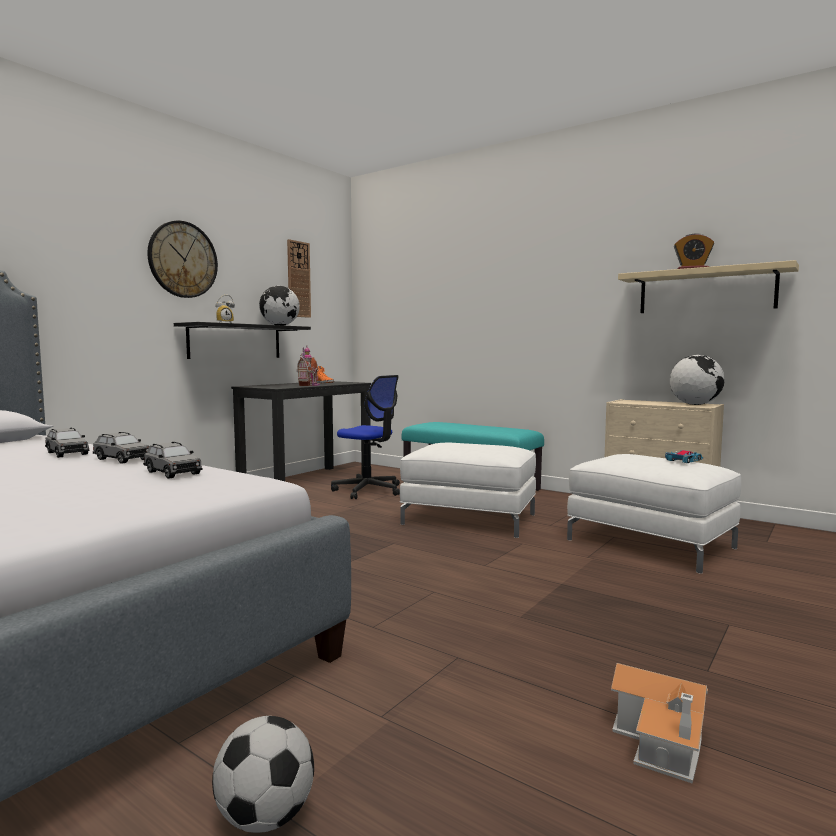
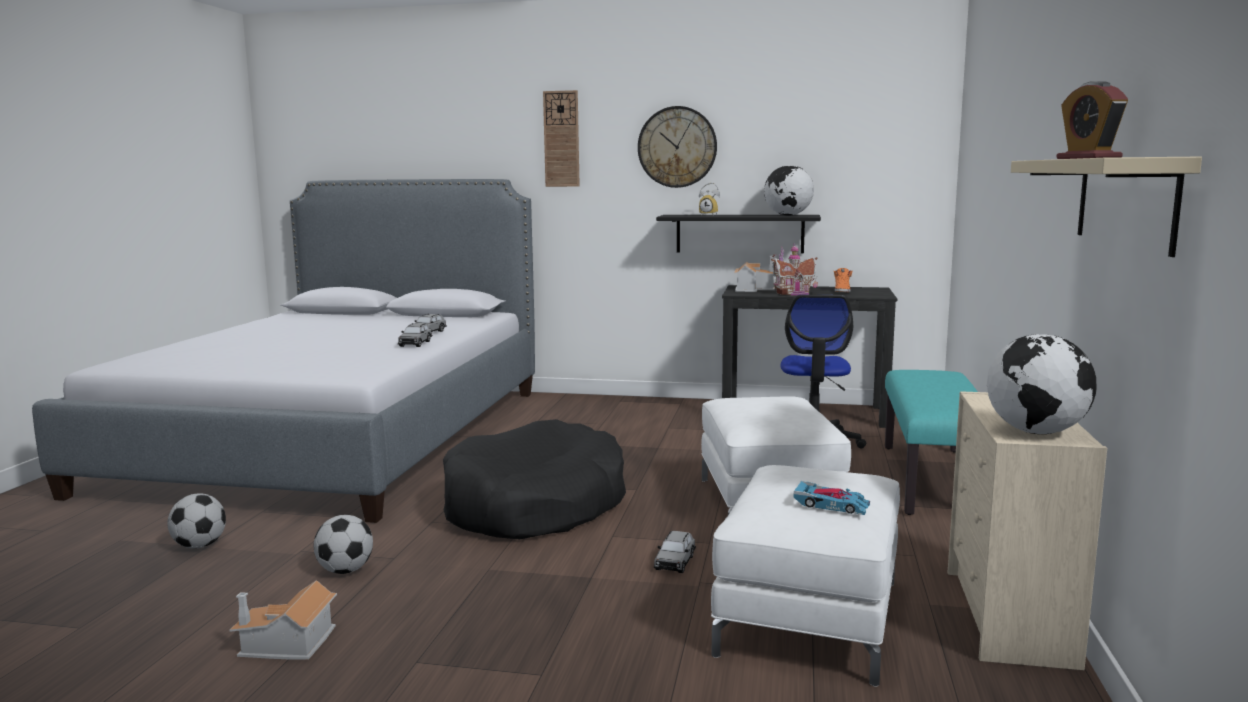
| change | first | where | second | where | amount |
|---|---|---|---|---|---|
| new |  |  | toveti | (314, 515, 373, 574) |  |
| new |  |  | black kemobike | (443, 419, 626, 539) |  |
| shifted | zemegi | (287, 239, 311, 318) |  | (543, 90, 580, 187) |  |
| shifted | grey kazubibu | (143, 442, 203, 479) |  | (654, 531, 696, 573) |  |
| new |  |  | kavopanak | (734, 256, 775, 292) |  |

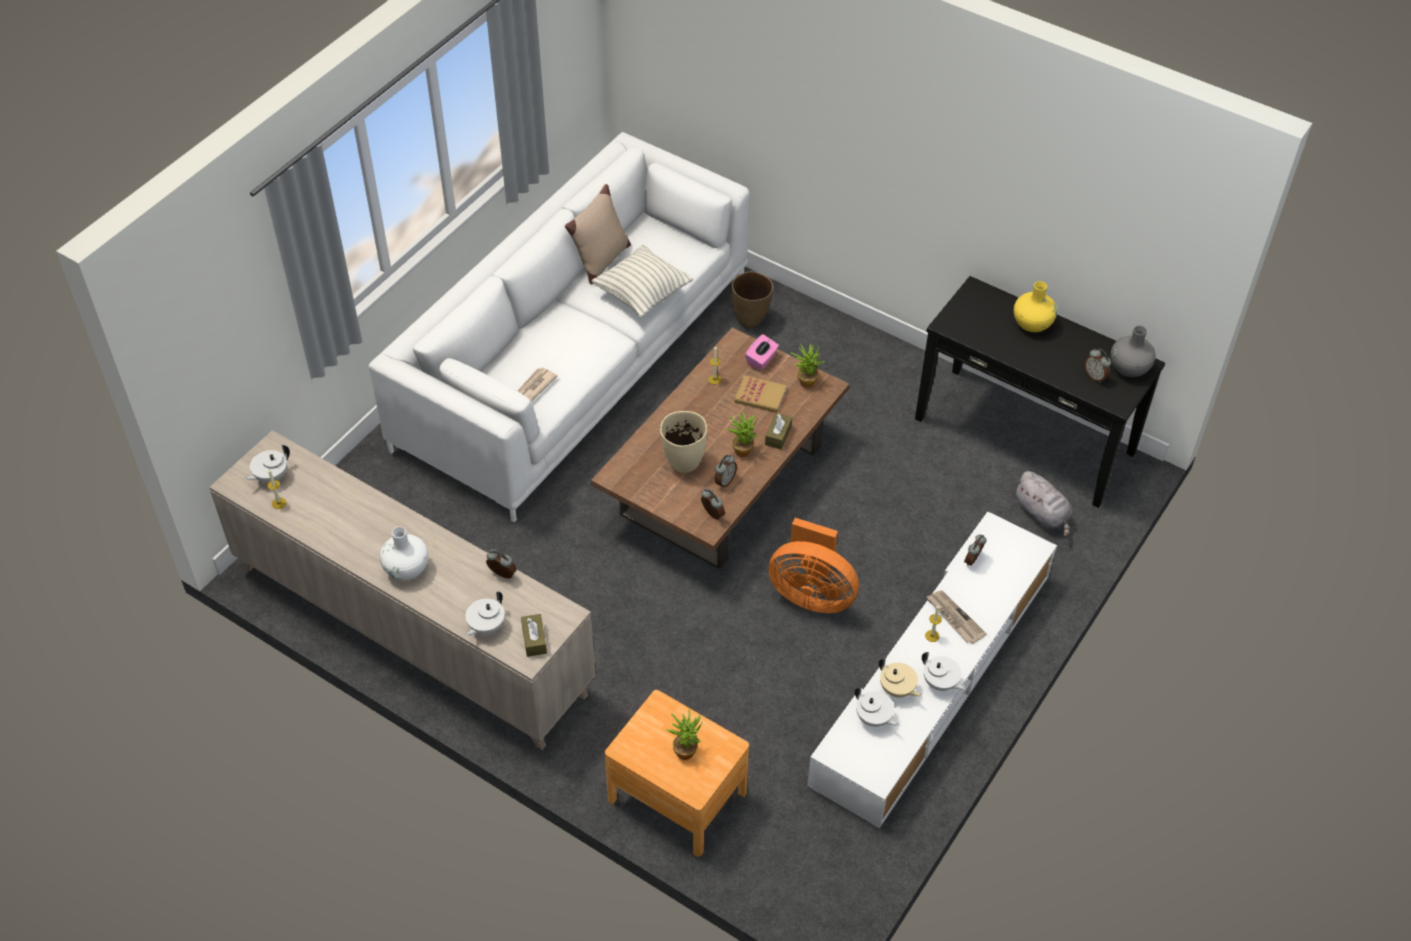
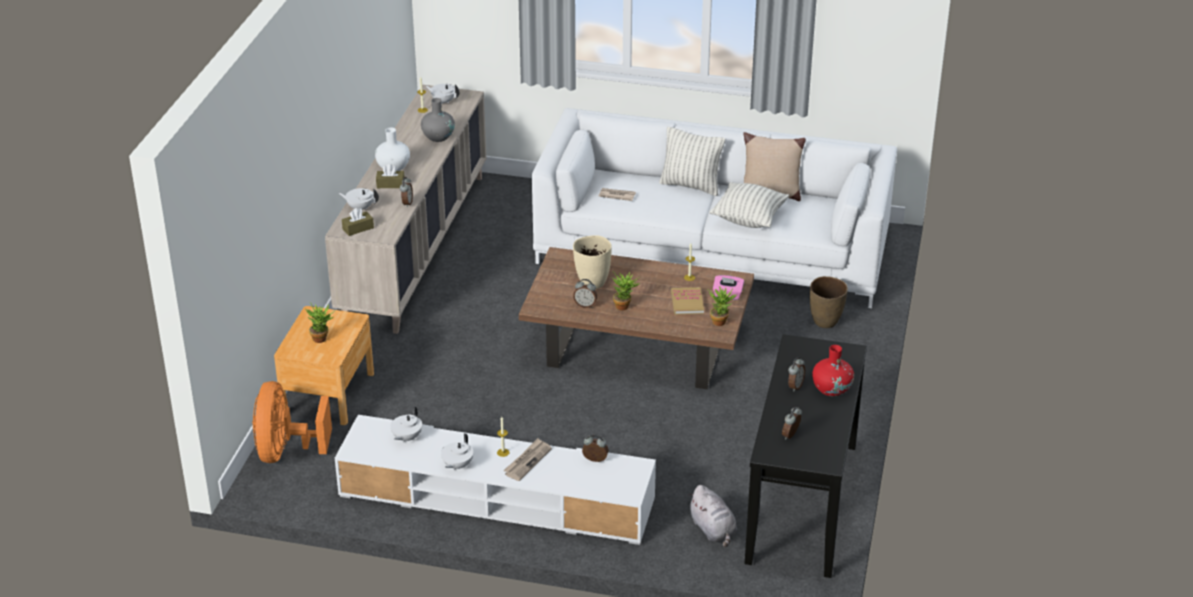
| change | first | where | second | where | amount |
|---|---|---|---|---|---|
| shifted | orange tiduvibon | (768, 518, 859, 613) |  | (252, 381, 332, 463) |  |
| shifted | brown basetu | (765, 413, 792, 450) |  | (376, 164, 405, 188) |  |
| shifted | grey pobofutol | (1111, 326, 1156, 377) |  | (421, 98, 455, 142) |  |
| new |  |  | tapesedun | (659, 127, 725, 196) |  |
| rotated | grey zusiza | (1015, 471, 1072, 537) |  | (688, 485, 737, 547) | 60 degrees counterclockwise |
| shifted | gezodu | (701, 489, 725, 520) |  | (788, 357, 805, 392) |  |
| repainted | yellow pobofutol | (1014, 281, 1057, 332) | red pobofutol | (812, 345, 854, 397) |  |
| gone | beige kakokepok | (879, 658, 922, 697) |  |  |  |

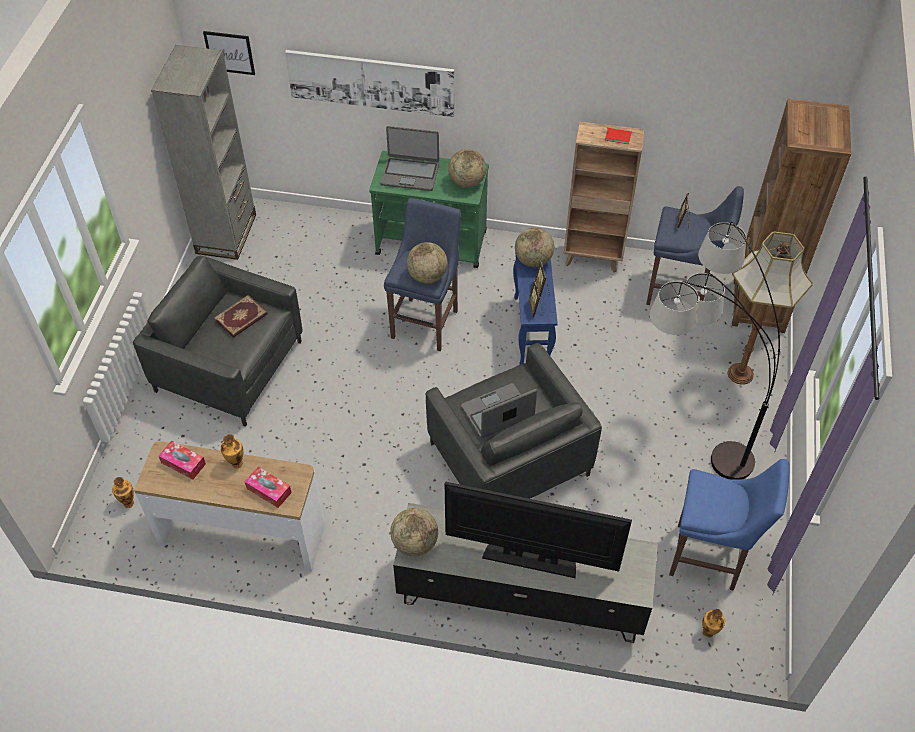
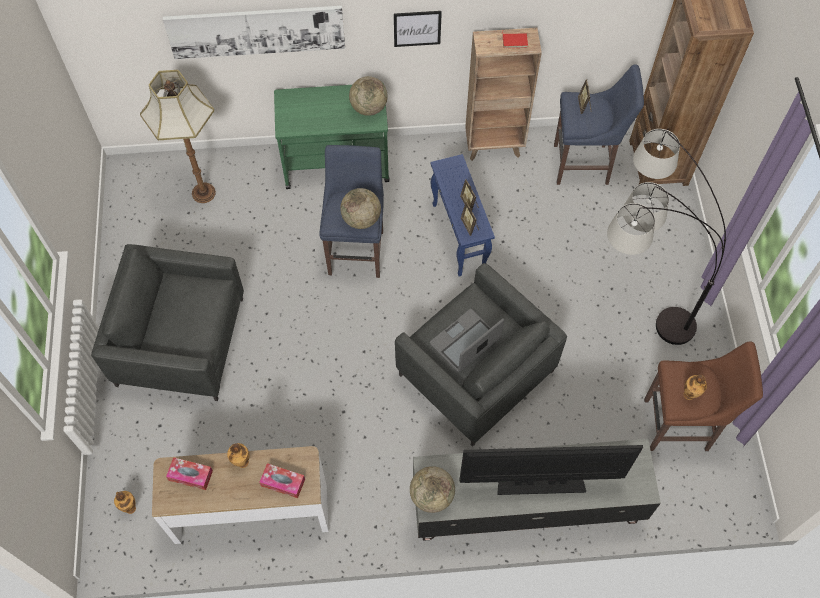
| change | first | where | second | where | amount |
|---|---|---|---|---|---|
| shifted | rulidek | (728, 232, 813, 385) |  | (140, 70, 216, 203) |  |
| shifted | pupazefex | (203, 31, 255, 75) |  | (394, 11, 442, 47) |  |
| repainted | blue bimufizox | (669, 459, 789, 591) | brown bimufizox | (644, 341, 763, 451) |  |
| shifted | pobofutol | (702, 609, 725, 637) |  | (683, 374, 707, 400) |  |
| gone | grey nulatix | (151, 45, 256, 260) |  |  |  |
| gone | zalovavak | (214, 295, 268, 338) |  |  |  |
| gone | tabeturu | (380, 126, 439, 191) |  |  |  |
| gone | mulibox | (515, 227, 554, 267) |  |  |  |

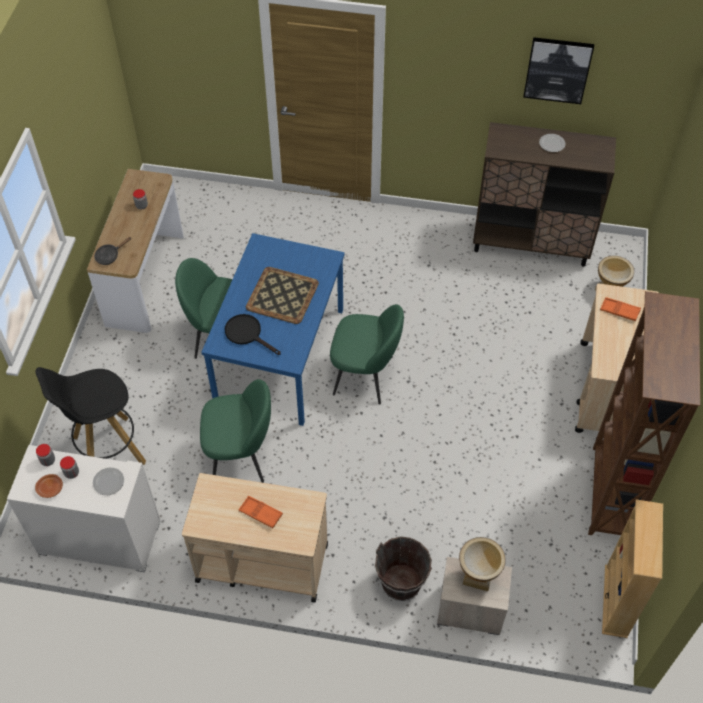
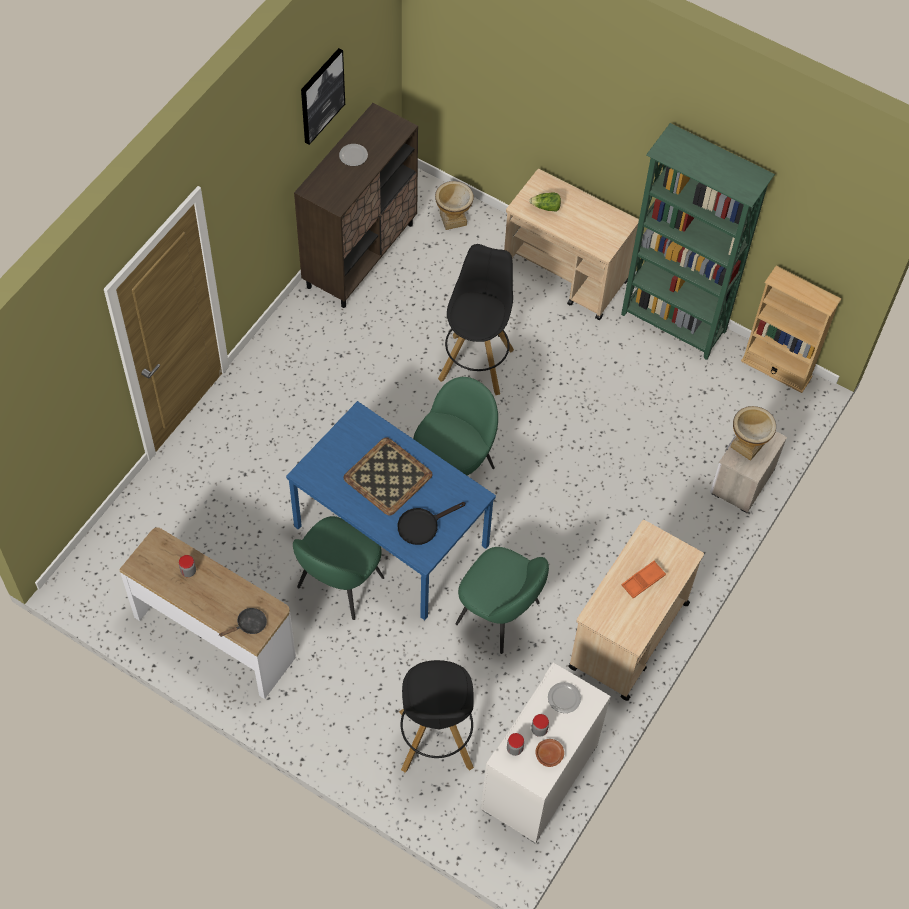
| change | first | where | second | where | amount |
|---|---|---|---|---|---|
| rotated | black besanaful | (94, 237, 131, 265) |  | (219, 608, 267, 637) | 105 degrees counterclockwise |
| new |  |  | black bimufizox | (438, 244, 514, 395) |  |
| rotated | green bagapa | (200, 379, 271, 483) |  | (455, 547, 549, 654) | 105 degrees clockwise |
| swapped | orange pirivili | (600, 297, 641, 321) | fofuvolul | (529, 193, 561, 212) |  |
| repainted | brown nulatix | (588, 291, 700, 535) | green nulatix | (621, 123, 775, 360) |  |
| gone | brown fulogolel | (375, 537, 432, 601) |  |  |  |

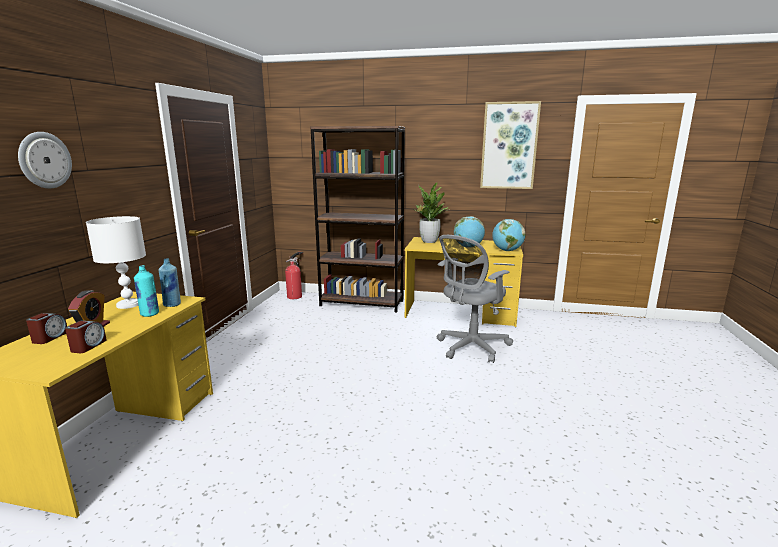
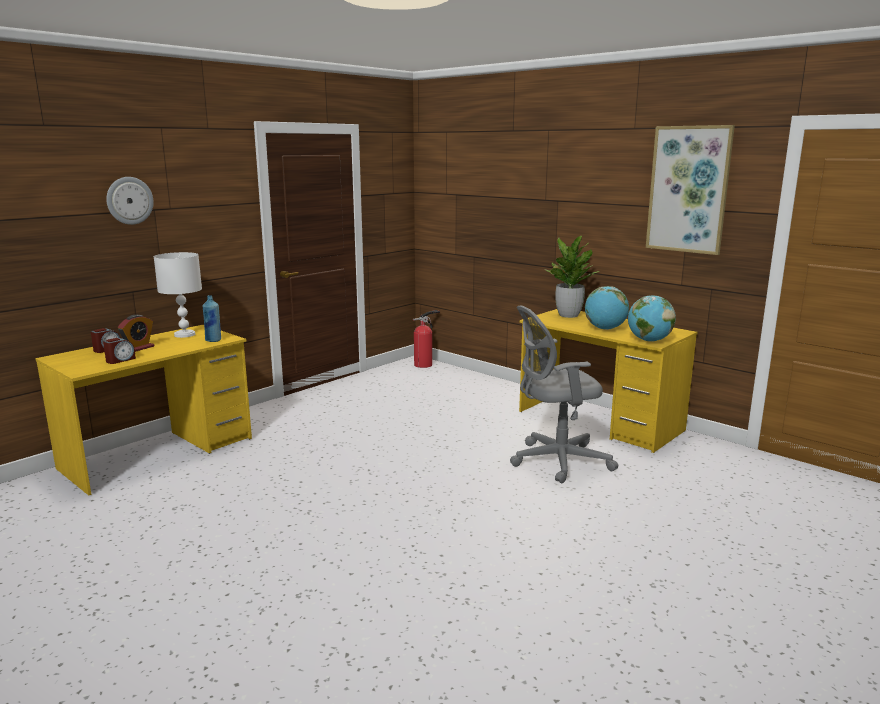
| change | first | where | second | where | amount |
|---|---|---|---|---|---|
| gone | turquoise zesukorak | (134, 265, 159, 317) |  |  |  |
| gone | brown nulatix | (310, 126, 405, 312) |  |  |  |

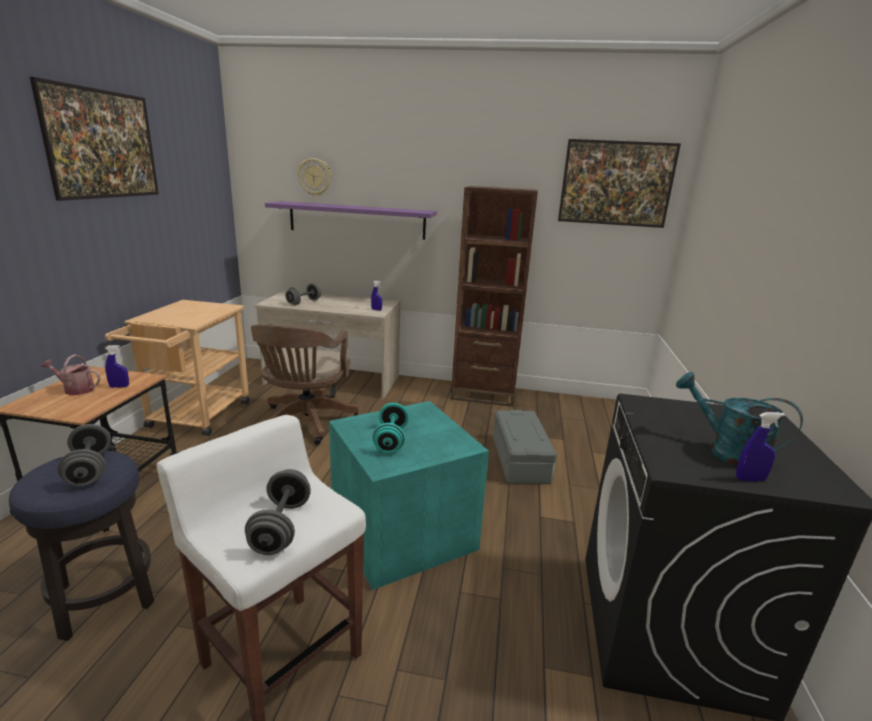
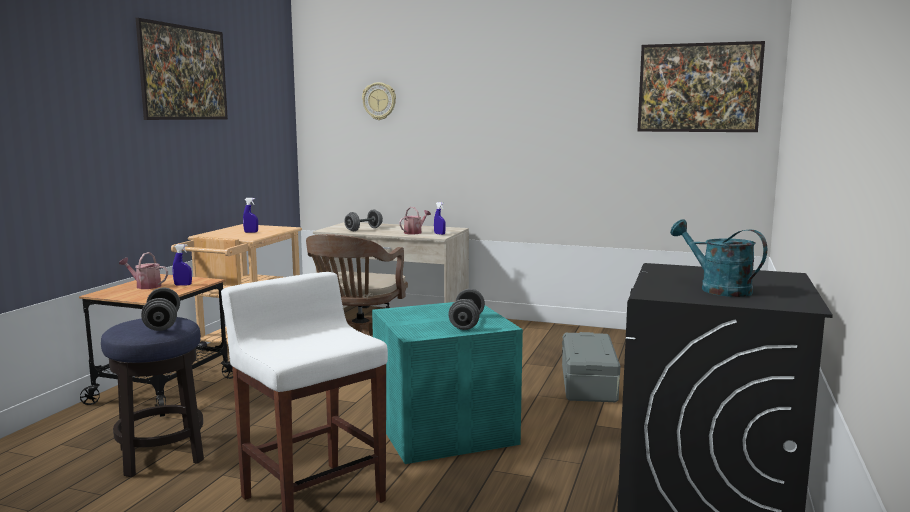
| change | first | where | second | where | amount |
|---|---|---|---|---|---|
| shifted | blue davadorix | (736, 412, 785, 481) |  | (243, 198, 258, 233) |  |
| new |  |  | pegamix | (399, 207, 431, 235) |  |
| shifted | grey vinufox | (245, 469, 311, 555) |  | (448, 289, 485, 330) |  |
| gone | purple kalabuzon | (265, 201, 437, 240) |  |  |  |
| gone | turquoise vinufox | (372, 403, 409, 453) |  |  |  |
| gone | brown nulatix | (451, 186, 538, 407) |  |  |  |

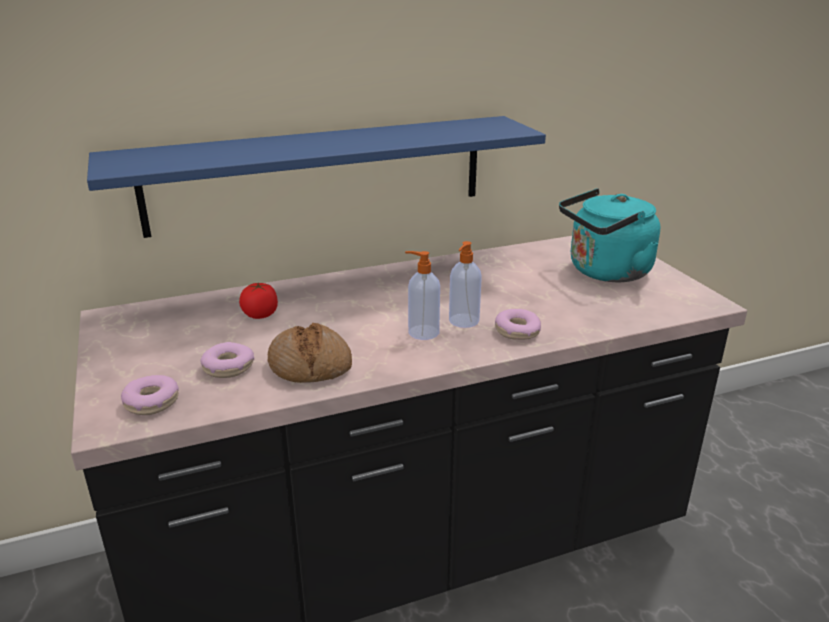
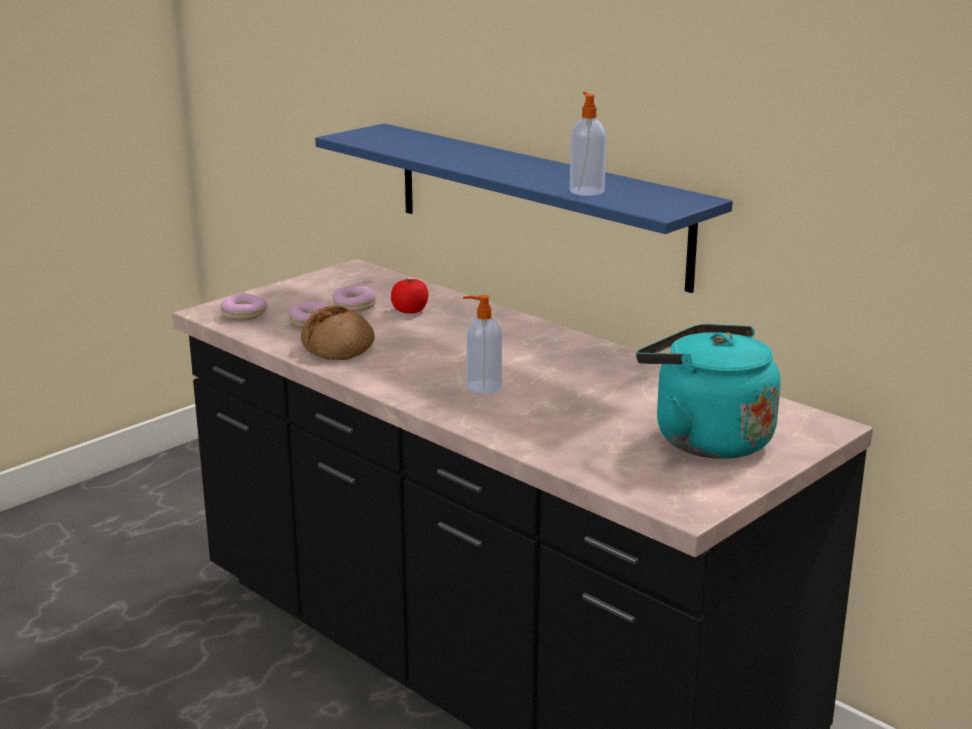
| change | first | where | second | where | amount |
|---|---|---|---|---|---|
| shifted | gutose | (495, 309, 541, 340) |  | (332, 286, 376, 312) |  |
| shifted | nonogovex | (405, 251, 440, 340) |  | (570, 92, 606, 196) |  |

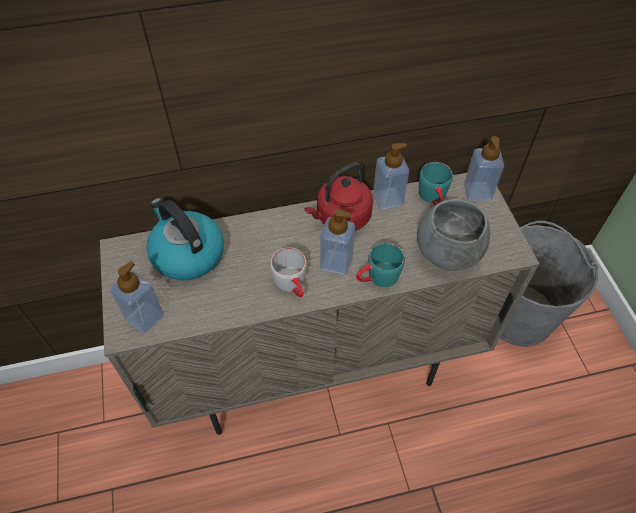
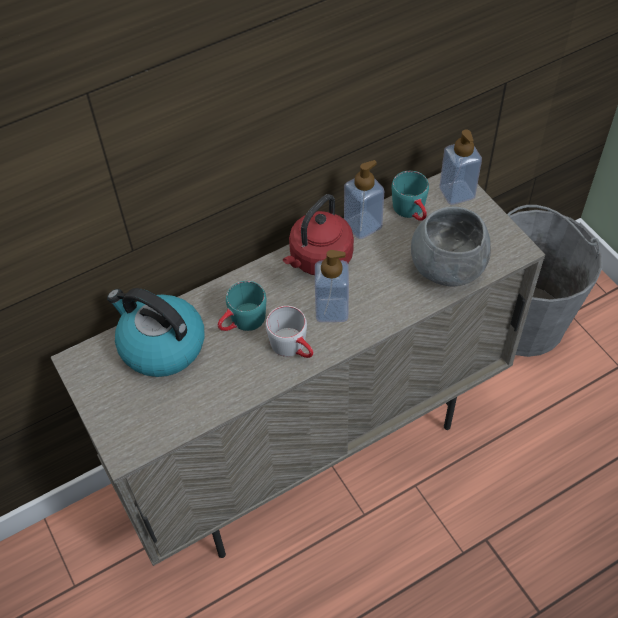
| change | first | where | second | where | amount |
|---|---|---|---|---|---|
| shifted | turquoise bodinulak | (356, 243, 405, 287) |  | (218, 281, 266, 331) |  |
| gone | nonogovex | (110, 261, 164, 333) |  |  |  |

